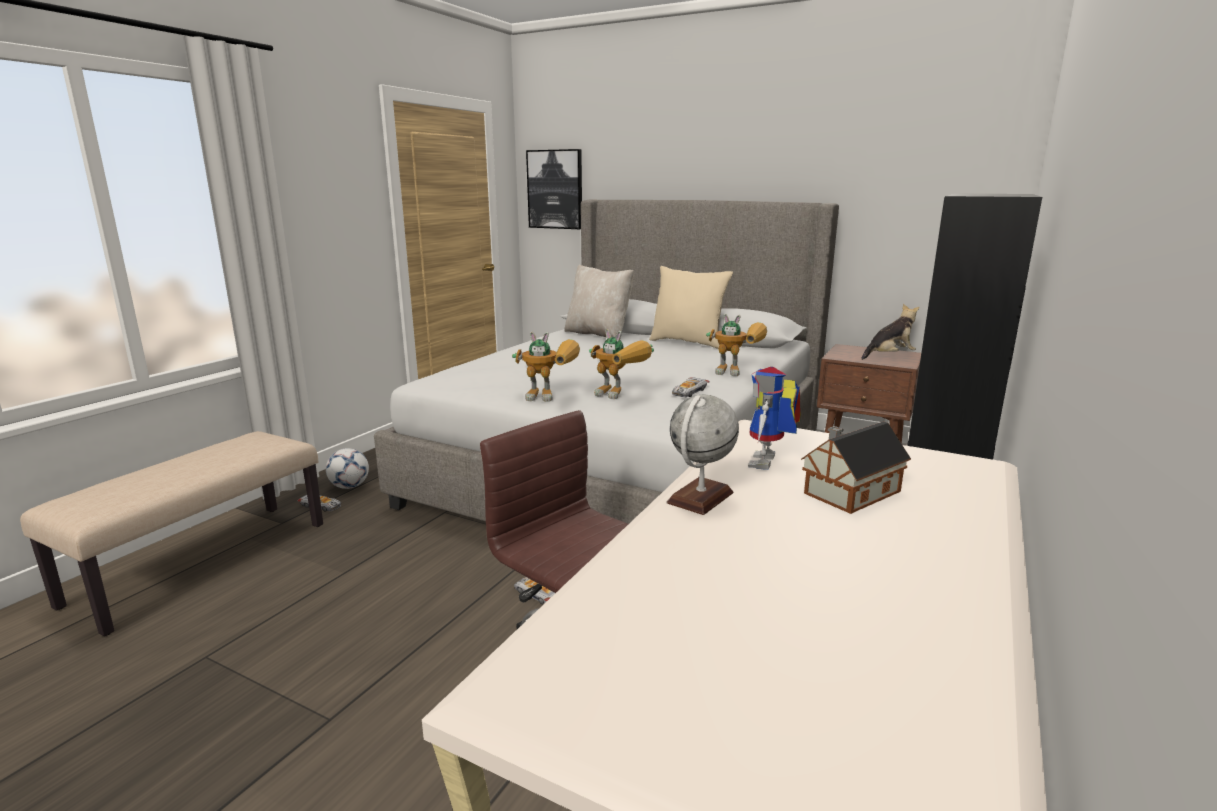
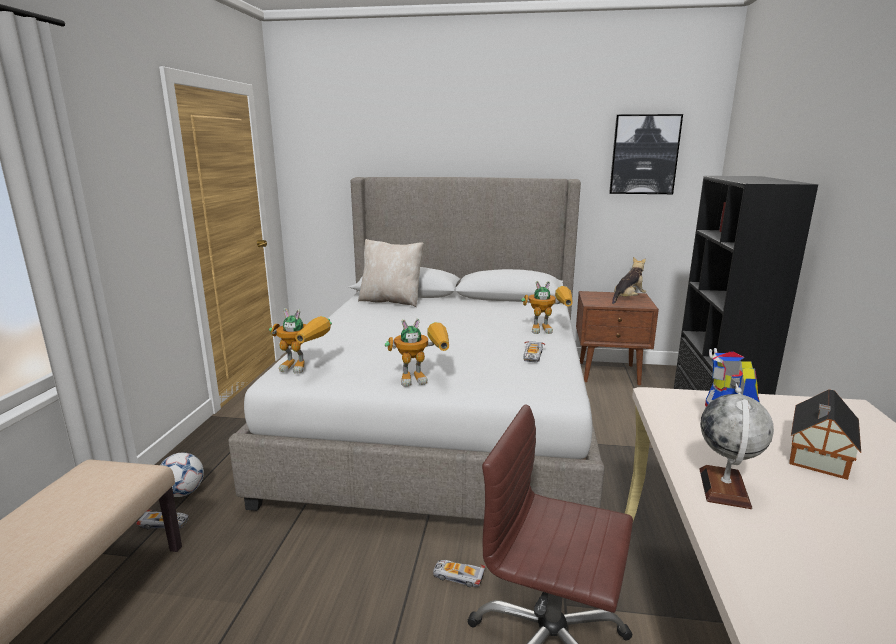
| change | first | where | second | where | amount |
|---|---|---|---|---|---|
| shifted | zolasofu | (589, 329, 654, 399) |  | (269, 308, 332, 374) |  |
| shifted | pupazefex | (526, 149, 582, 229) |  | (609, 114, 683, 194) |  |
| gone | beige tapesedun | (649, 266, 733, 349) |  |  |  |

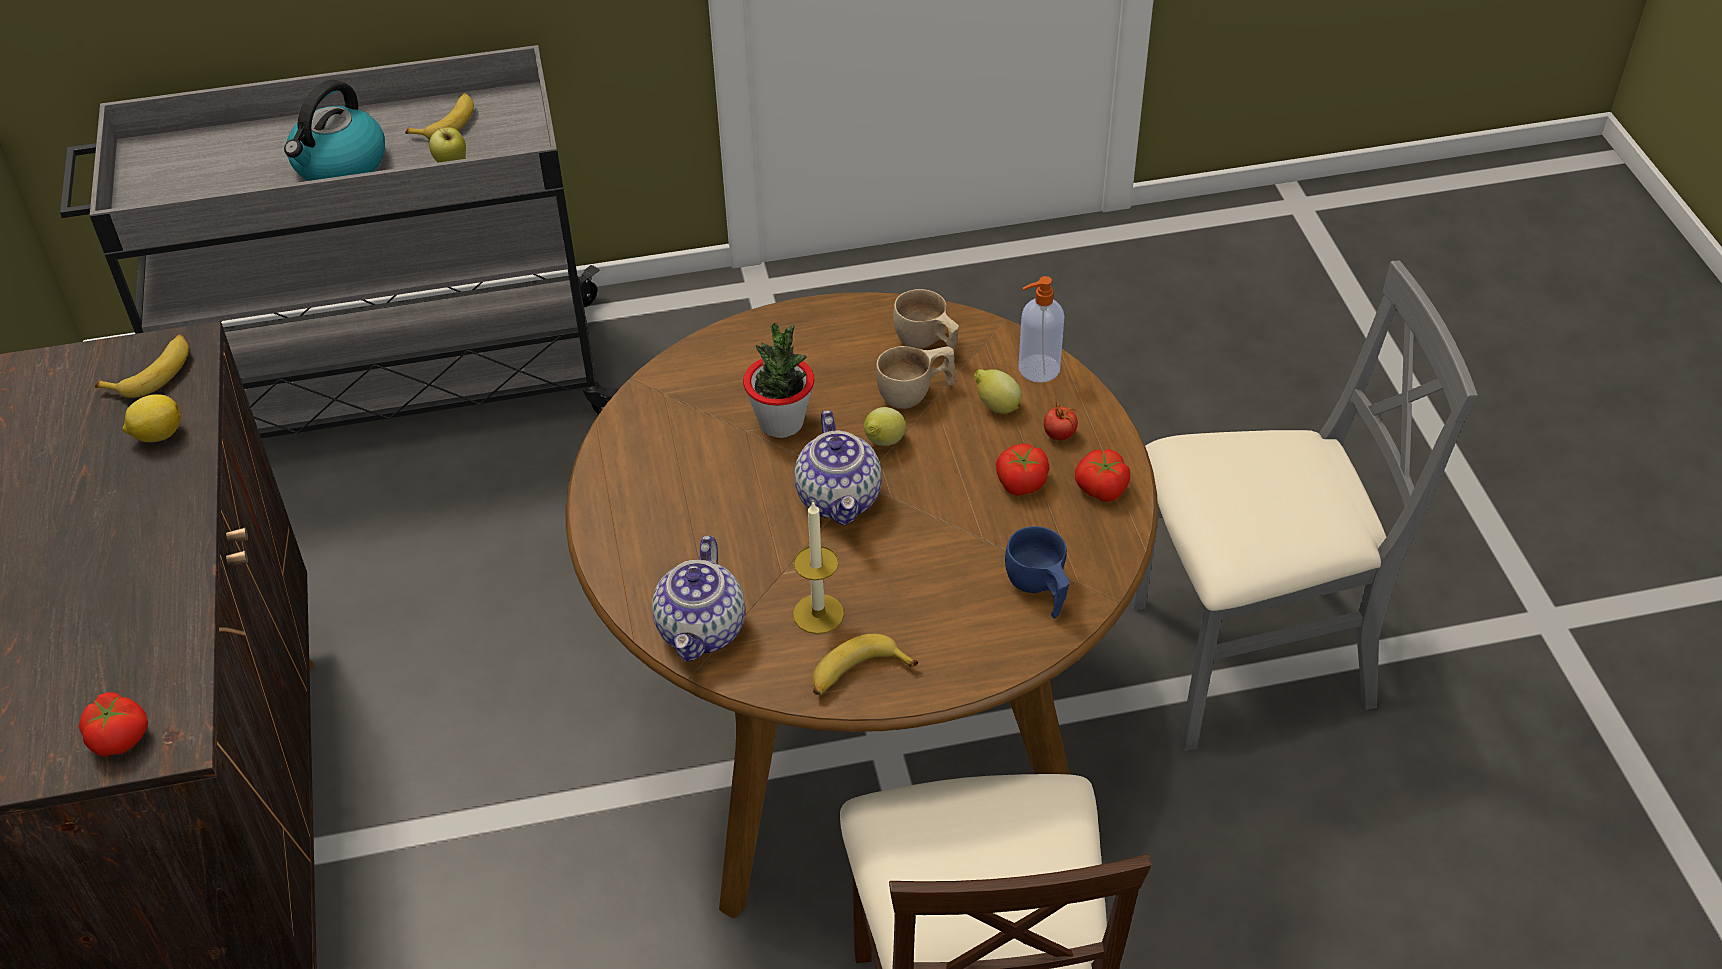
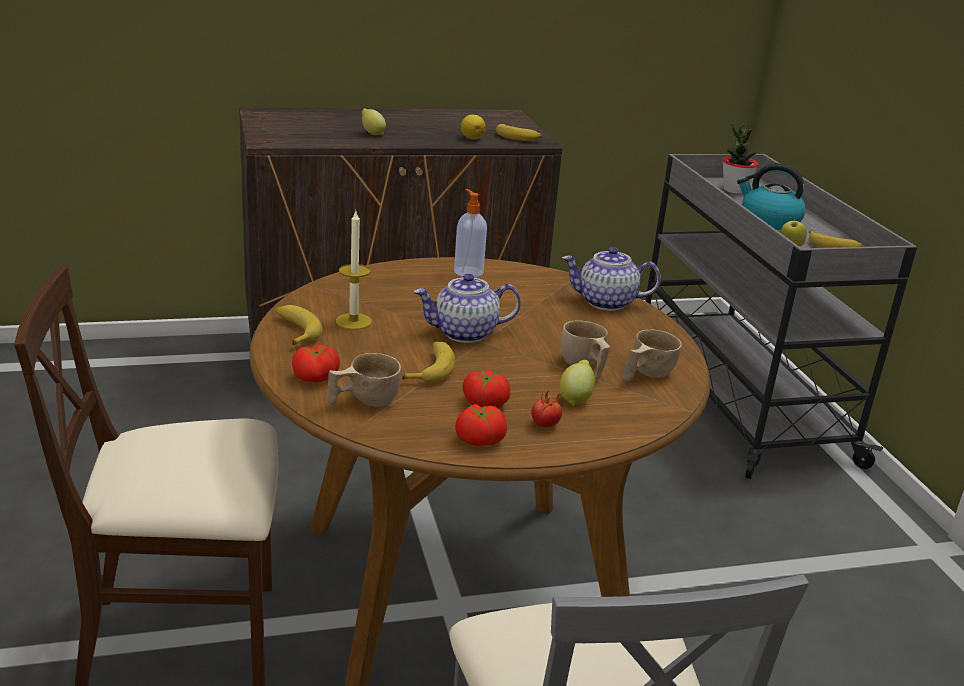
| change | first | where | second | where | amount |
|---|---|---|---|---|---|
| shifted | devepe | (79, 692, 148, 757) |  | (292, 345, 340, 383) |  |
| repainted | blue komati | (1005, 526, 1069, 618) | beige komati | (327, 353, 401, 407) |  |
| shifted | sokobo | (864, 407, 906, 446) |  | (361, 108, 386, 135) |  |
| new |  |  | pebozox | (402, 341, 455, 383) |  |
| shifted | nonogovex | (1018, 276, 1065, 383) |  | (454, 189, 487, 277) |  |
| shifted | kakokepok | (652, 535, 745, 662) |  | (562, 247, 661, 311) |  |
| shifted | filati | (743, 323, 814, 438) |  | (723, 123, 758, 194) |  |

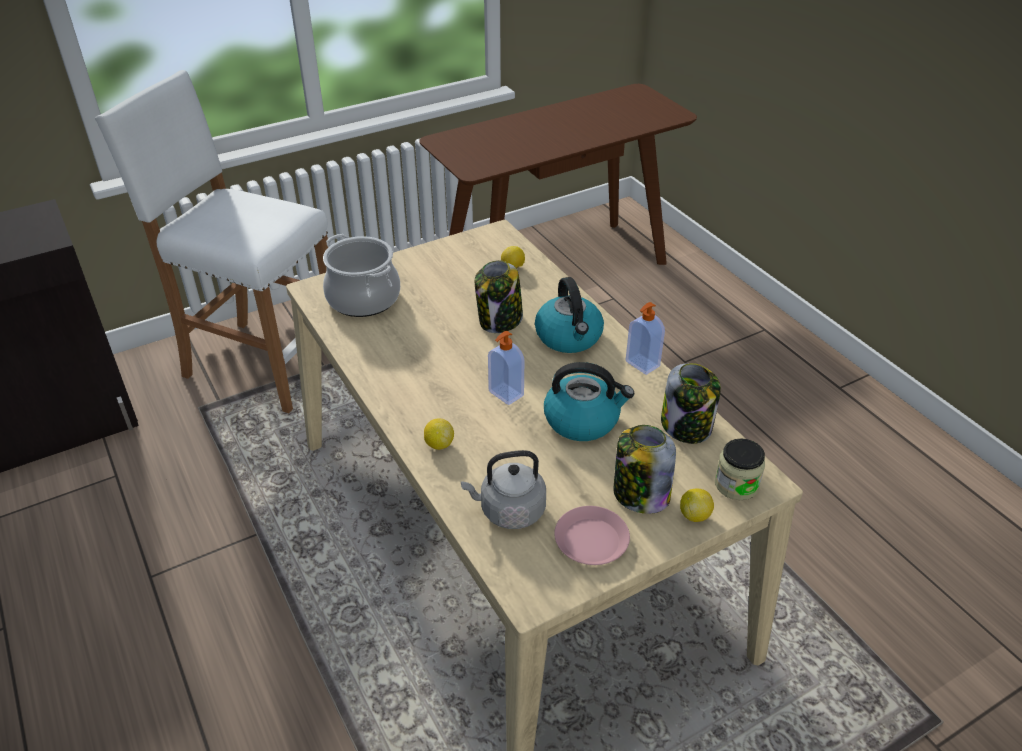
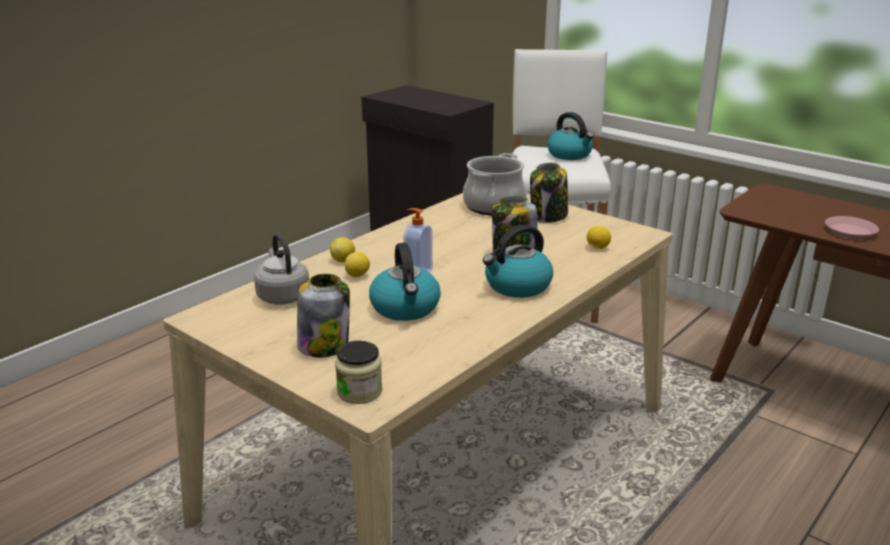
| change | first | where | second | where | amount |
|---|---|---|---|---|---|
| shifted | sokobo | (680, 489, 714, 522) |  | (345, 252, 370, 277) |  |
| shifted | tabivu | (661, 363, 721, 444) |  | (530, 163, 568, 223) |  |
| new |  |  | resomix | (547, 112, 594, 160) |  |
| shifted | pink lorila | (554, 506, 630, 565) |  | (825, 216, 879, 239) |  |
| gone | nonogovex | (626, 302, 665, 375) |  |  |  |

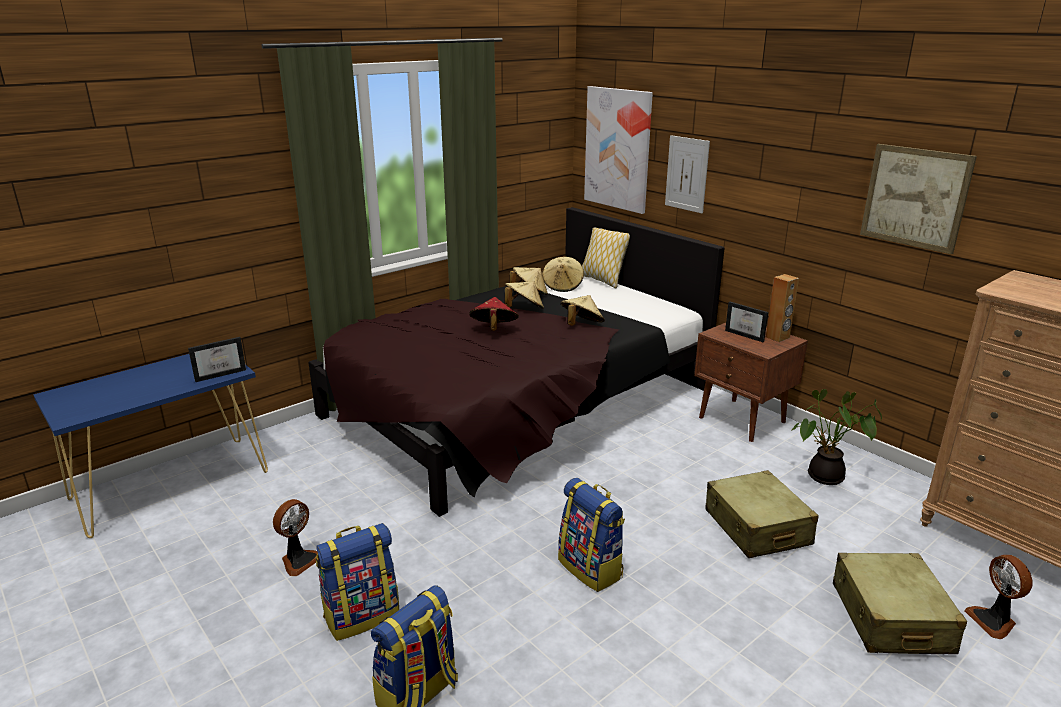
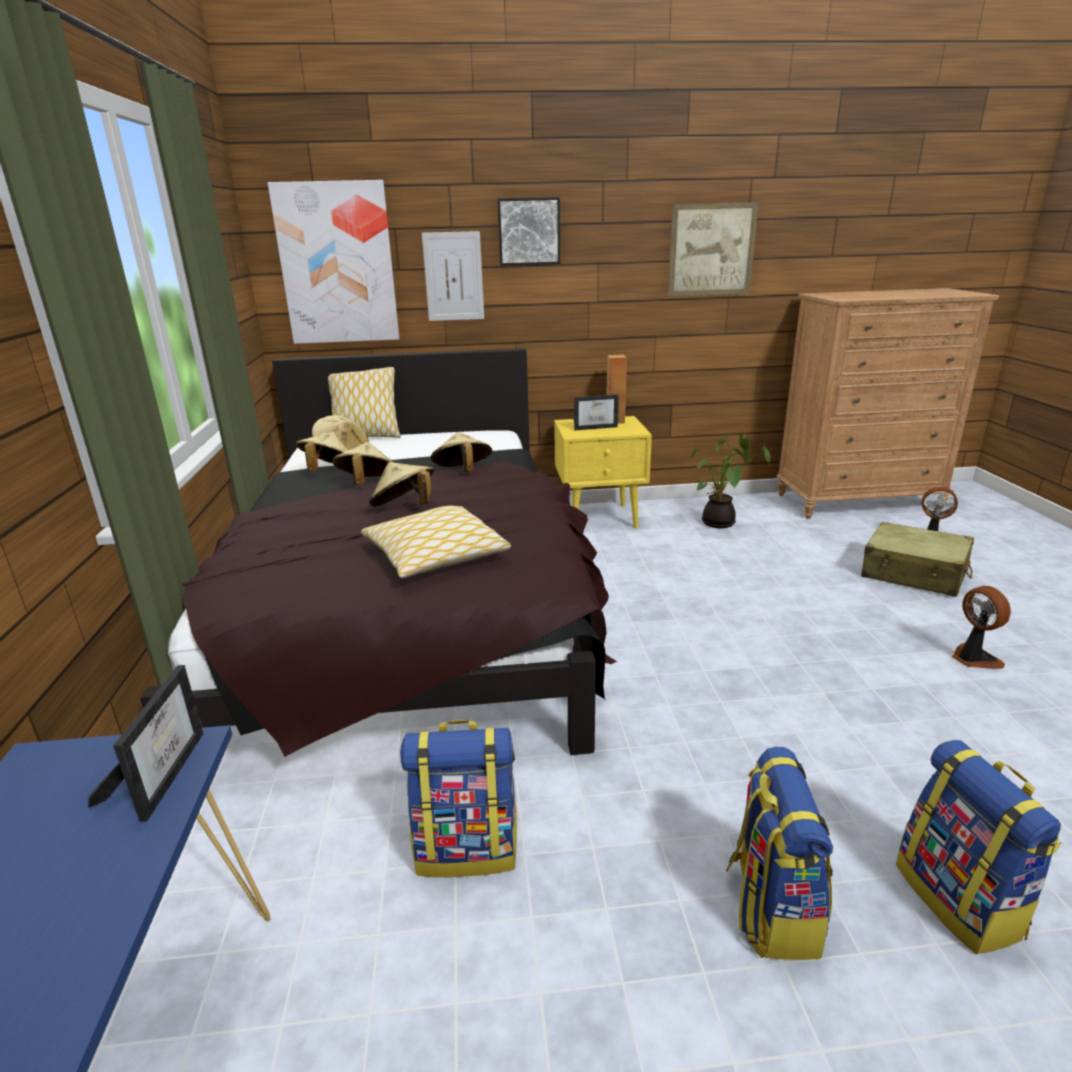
| change | first | where | second | where | amount |
|---|---|---|---|---|---|
| new |  |  | tapesedun | (361, 506, 511, 578) |  |
| repainted | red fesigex | (469, 297, 519, 331) | beige fesigex | (369, 462, 434, 507) |  |
| shifted | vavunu | (558, 478, 625, 592) |  | (400, 720, 517, 877) |  |
| new |  |  | pupazefex | (497, 197, 560, 266) |  |
| repainted | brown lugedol | (694, 323, 808, 442) | yellow lugedol | (554, 416, 652, 528) |  |
| shifted | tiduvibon | (273, 499, 319, 576) |  | (952, 586, 1011, 669) |  |
| gone | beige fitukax | (705, 470, 819, 558) |  |  |  |

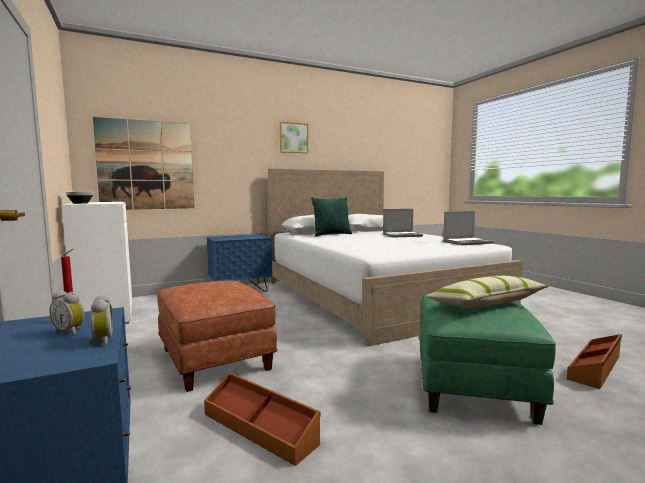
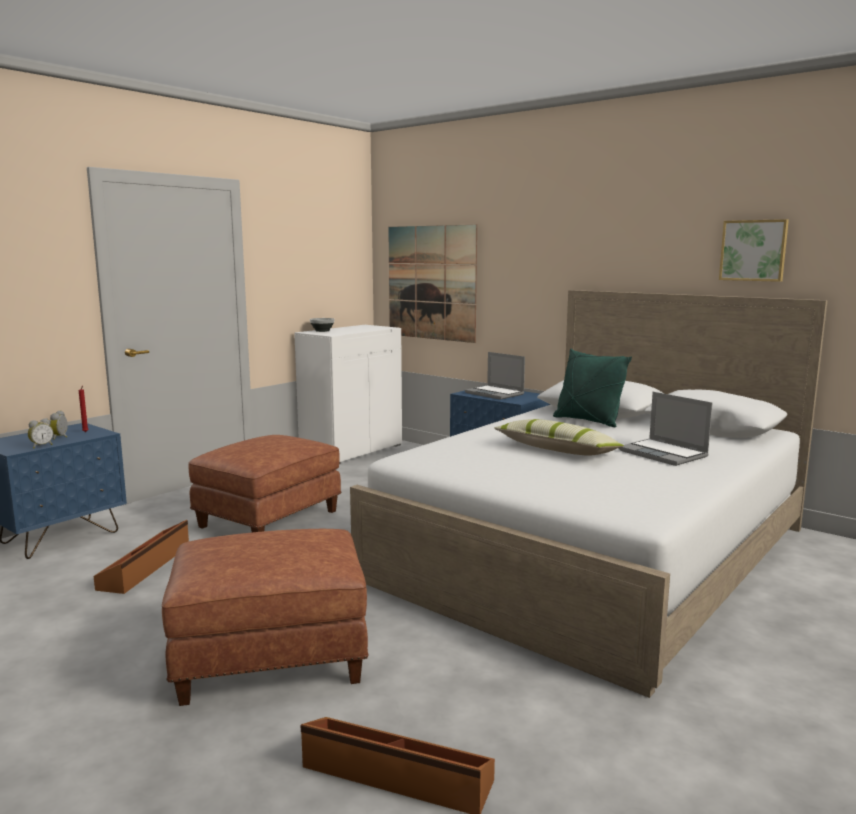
| change | first | where | second | where | amount |
|---|---|---|---|---|---|
| repainted | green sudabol | (419, 293, 556, 425) | brown sudabol | (162, 529, 369, 706) |  |
| shifted | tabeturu | (443, 211, 493, 245) |  | (465, 352, 525, 400) |  |
| shifted | tapesedun | (425, 276, 549, 308) |  | (494, 419, 624, 456) |  |
| shifted | pupazefex | (280, 122, 308, 153) |  | (719, 219, 789, 282) |  |

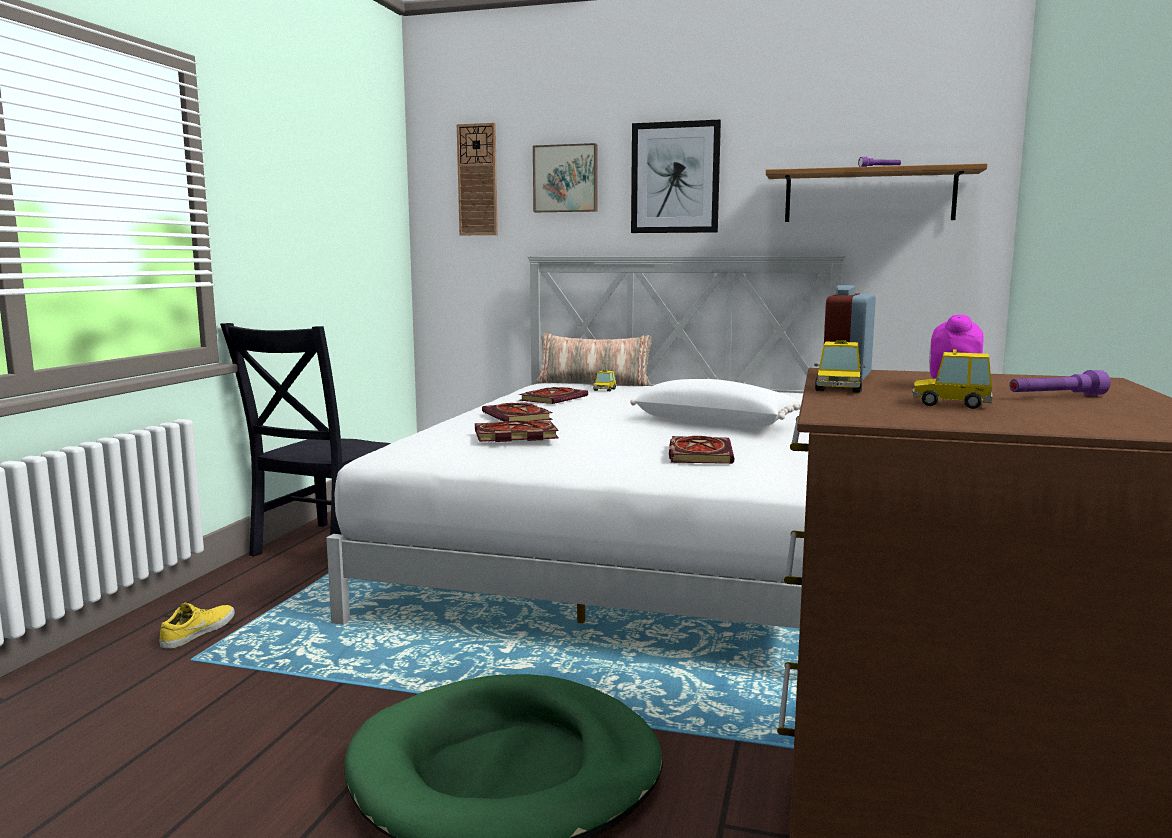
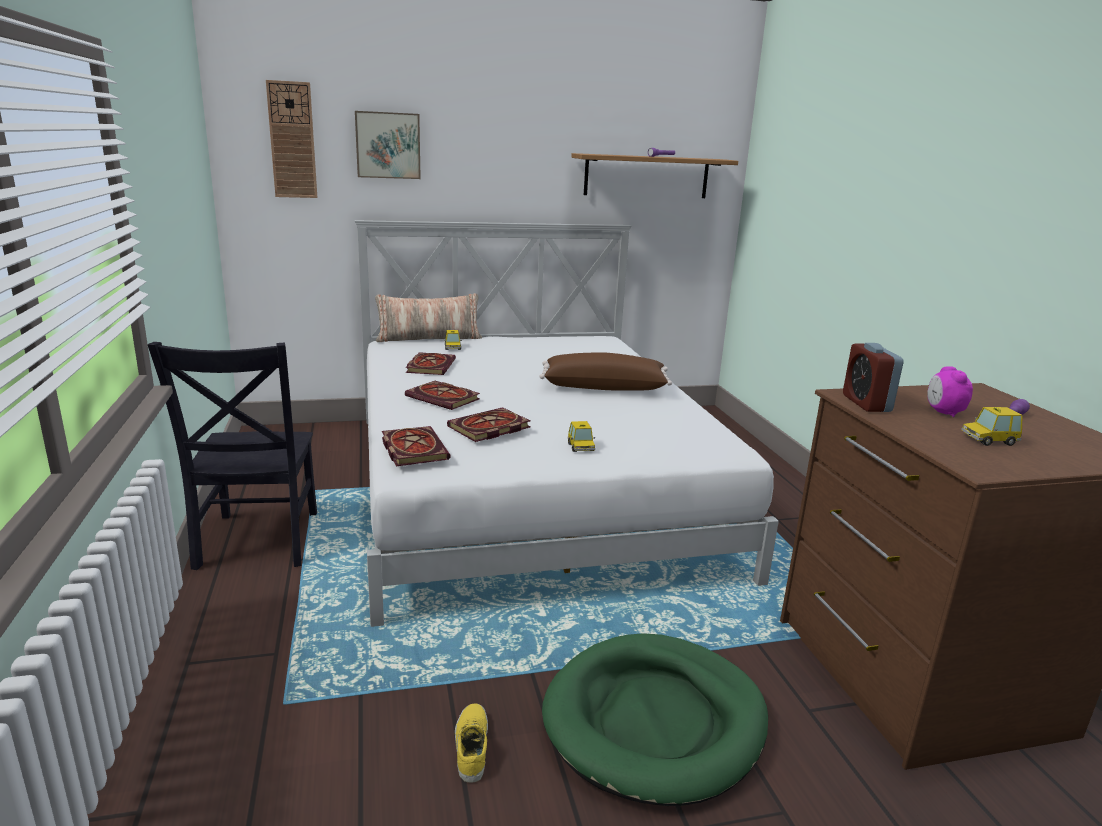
| change | first | where | second | where | amount |
|---|---|---|---|---|---|
| shifted | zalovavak | (669, 436, 734, 464) |  | (382, 426, 450, 466) |  |
| shifted | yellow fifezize | (159, 603, 235, 649) |  | (455, 703, 488, 783) |  |
| repainted | white tapesedun | (630, 379, 802, 427) | brown tapesedun | (540, 352, 672, 391) |  |
| shifted | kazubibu | (814, 340, 865, 393) |  | (568, 421, 595, 452) |  |
| gone | pupazefex | (631, 120, 721, 233) |  |  |  |

